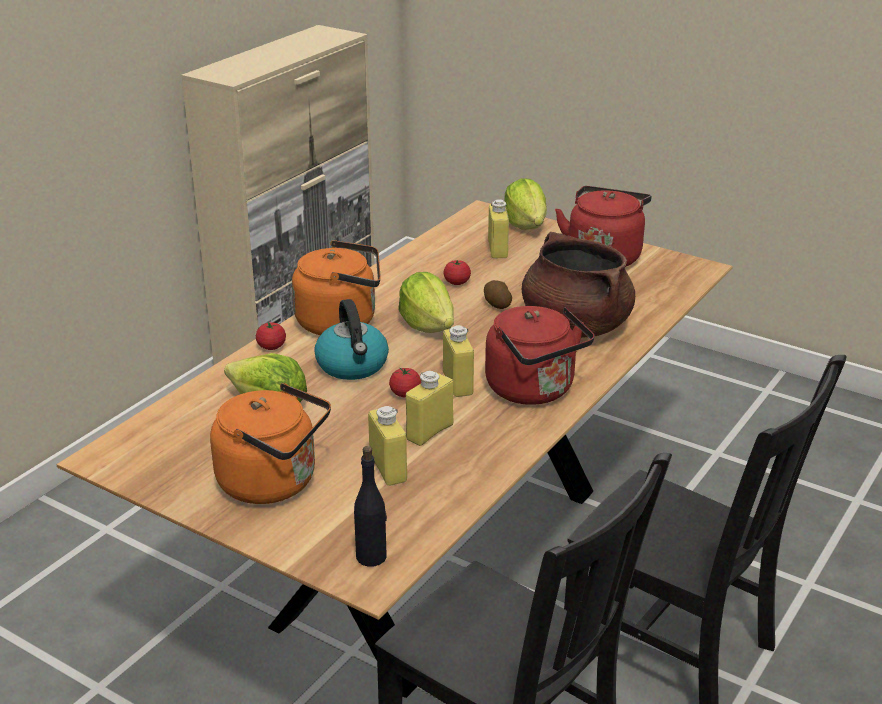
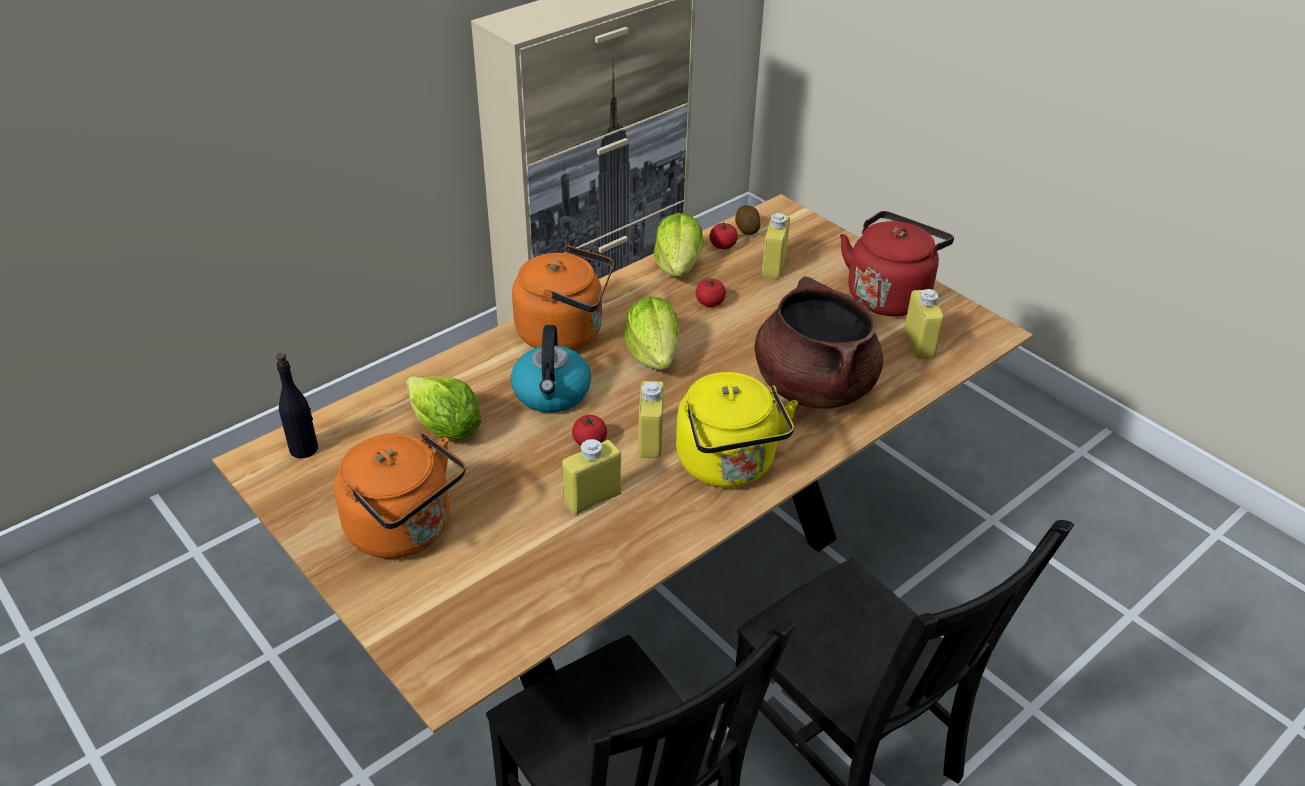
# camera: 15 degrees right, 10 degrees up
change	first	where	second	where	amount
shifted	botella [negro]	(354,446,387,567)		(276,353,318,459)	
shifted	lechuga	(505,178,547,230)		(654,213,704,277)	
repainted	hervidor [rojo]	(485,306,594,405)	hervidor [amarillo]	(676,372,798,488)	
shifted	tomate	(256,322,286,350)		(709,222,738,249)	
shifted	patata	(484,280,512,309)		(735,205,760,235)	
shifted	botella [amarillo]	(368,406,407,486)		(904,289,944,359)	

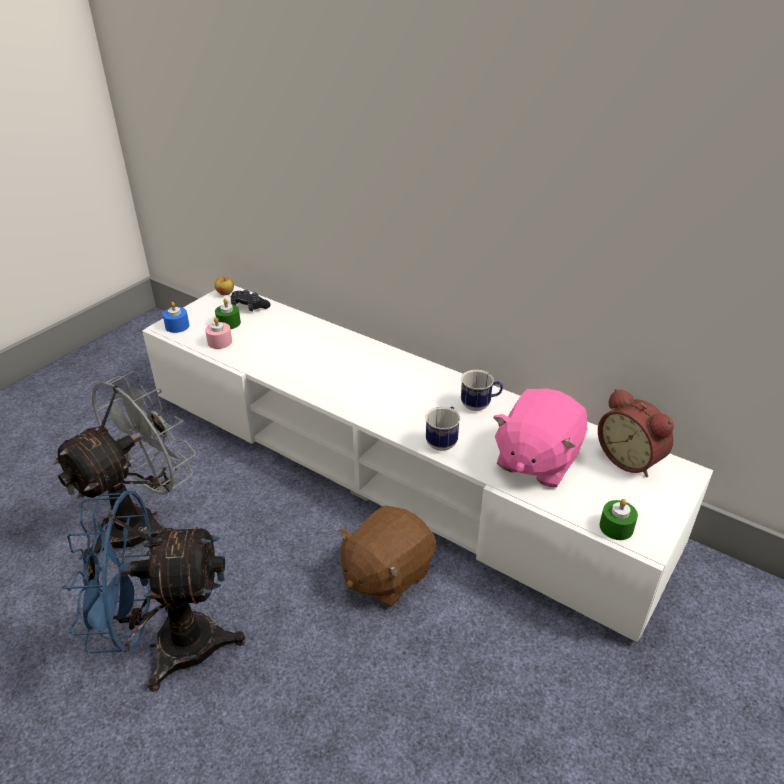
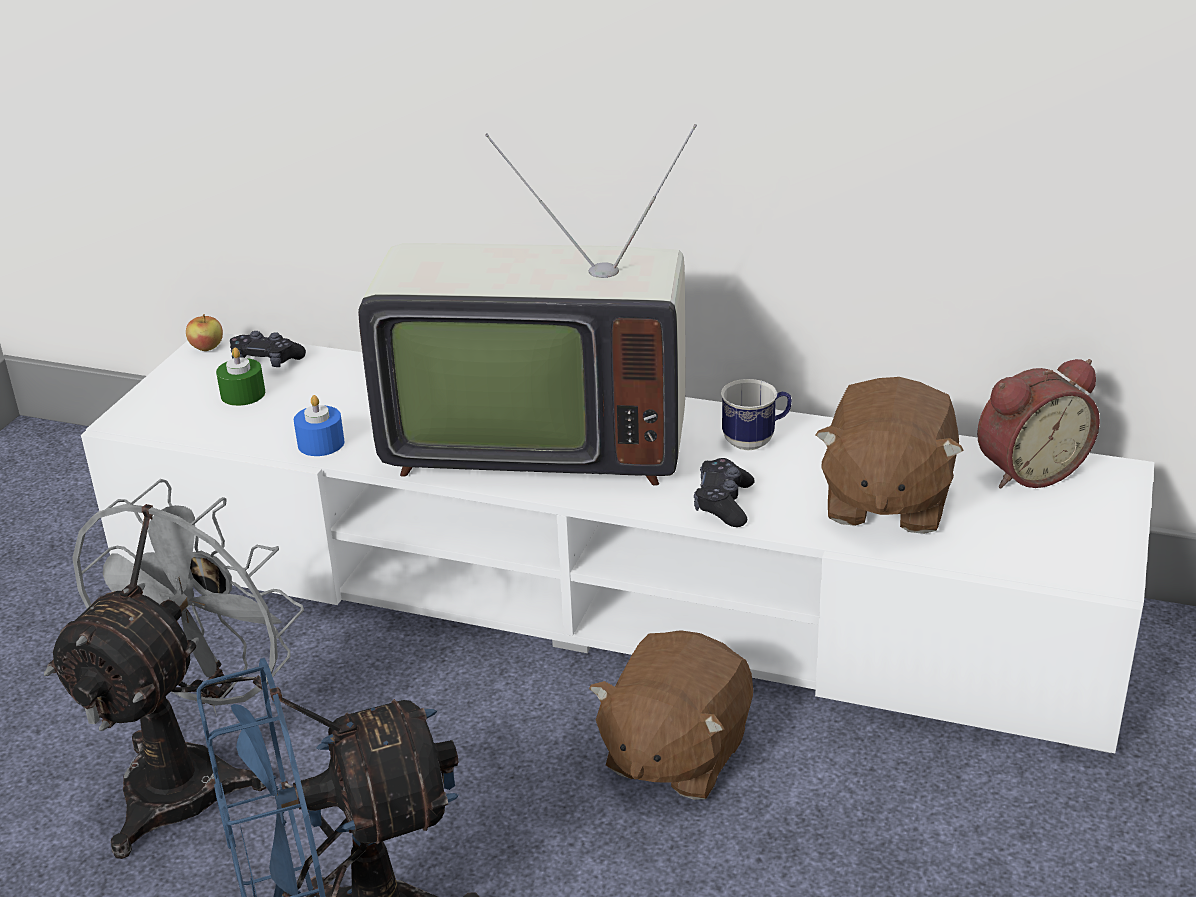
# camera: 15 degrees left, 5 degrees down
change	first	where	second	where	amount
shifted	vela [azul]	(162,302,189,333)		(294,395,345,456)	
new			televisor	(358,124,697,486)	
swapped	taza grande	(425,406,460,451)	mando de consola [negro]	(694,458,755,527)	
repainted	peluche [rosa]	(493,388,587,487)	peluche [marrón]	(815,377,964,534)	
rotated	despertador	(598,388,674,477)		(977,359,1100,488)	60 degrees counterclockwise
gone	vela [rosa]	(205,317,232,349)			
gone	vela [verde]	(599,499,638,540)			

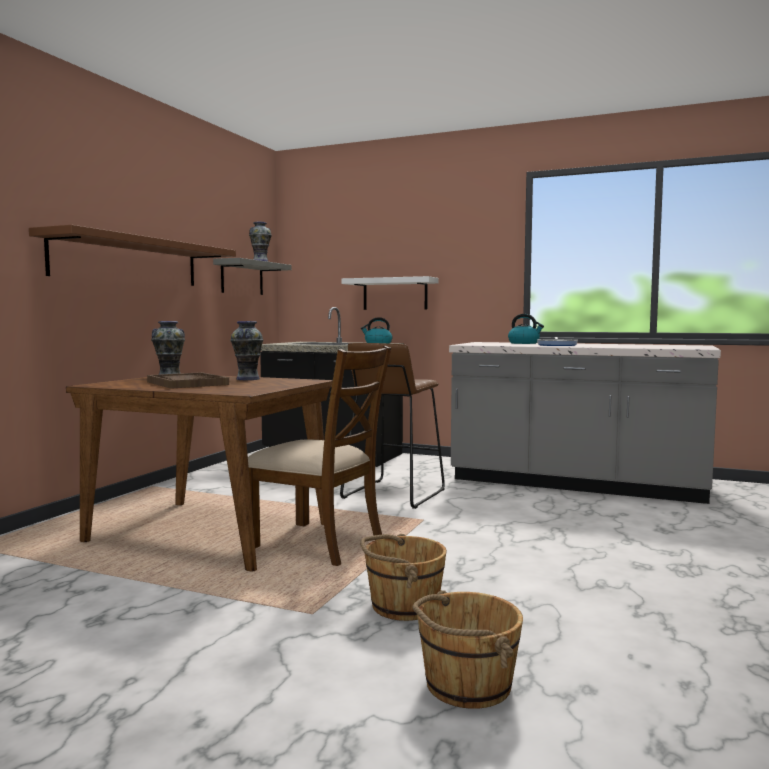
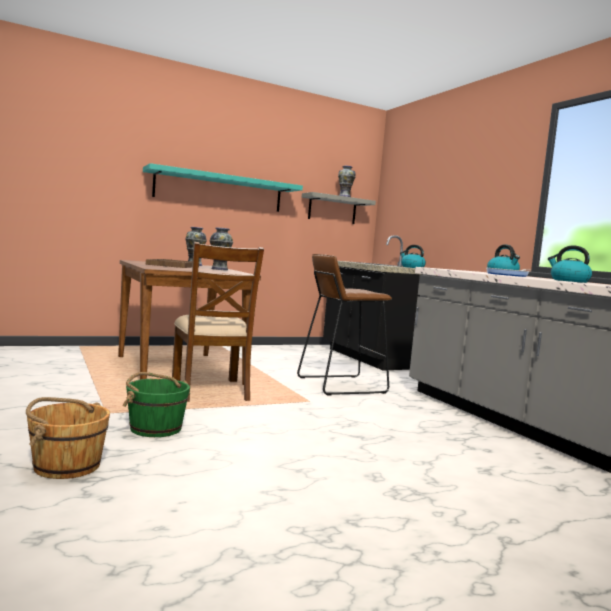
# camera: 40 degrees right, 0 degrees up
change	first	where	second	where	amount
repainted	cubo [marrón]	(360,534,447,621)	cubo [verde]	(123,372,190,437)	
repainted	estante [marrón]	(29,225,236,286)	estante [turquesa]	(143,163,303,212)	
new			hervidor	(548,246,592,283)	
gone	estante [blanco]	(341,276,439,310)			

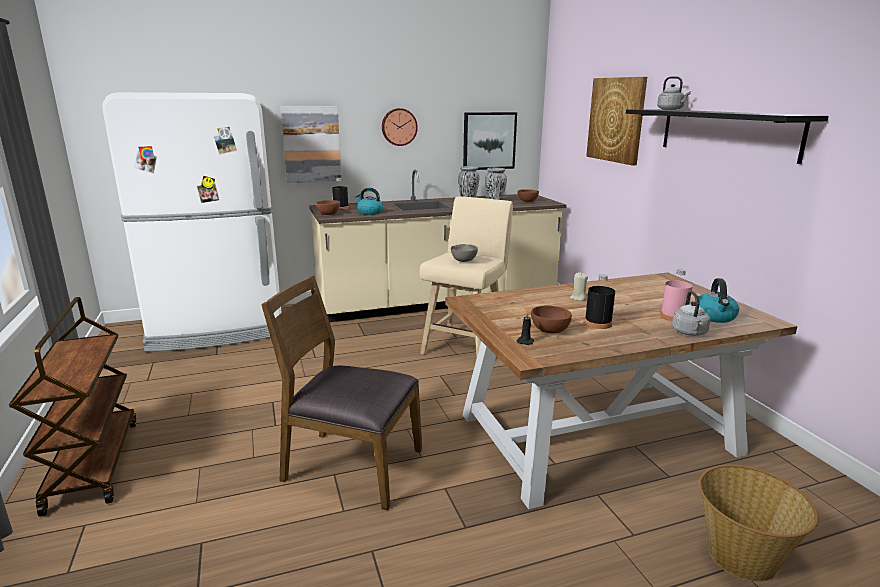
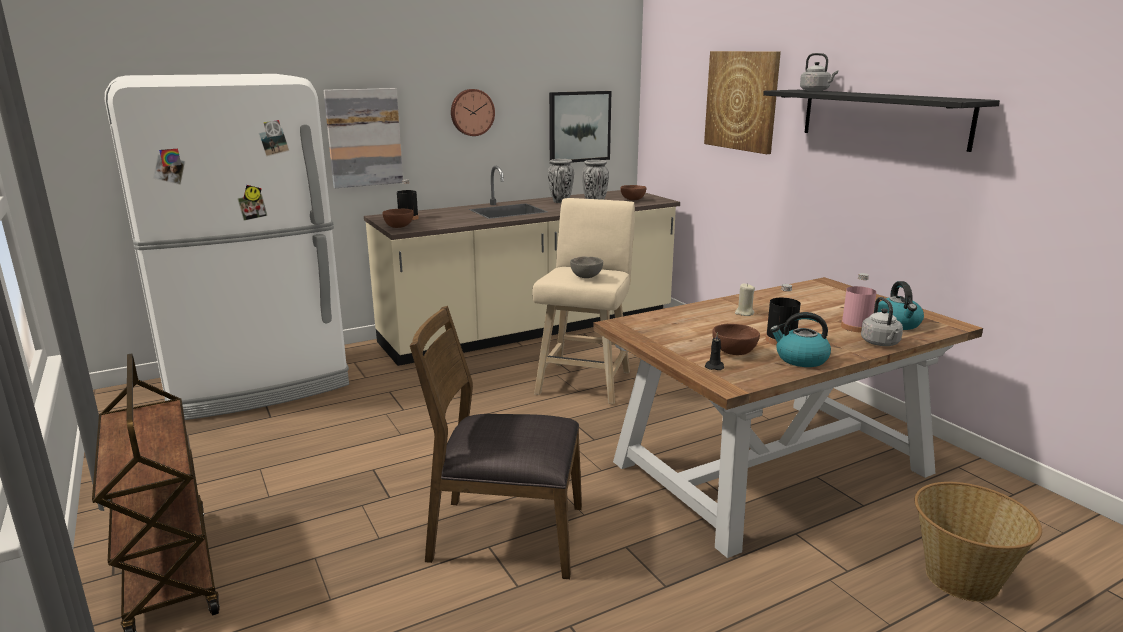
# camera: 10 degrees left, 0 degrees up
change	first	where	second	where	amount
shifted	hervidor	(355,188,383,215)		(770,312,831,367)	

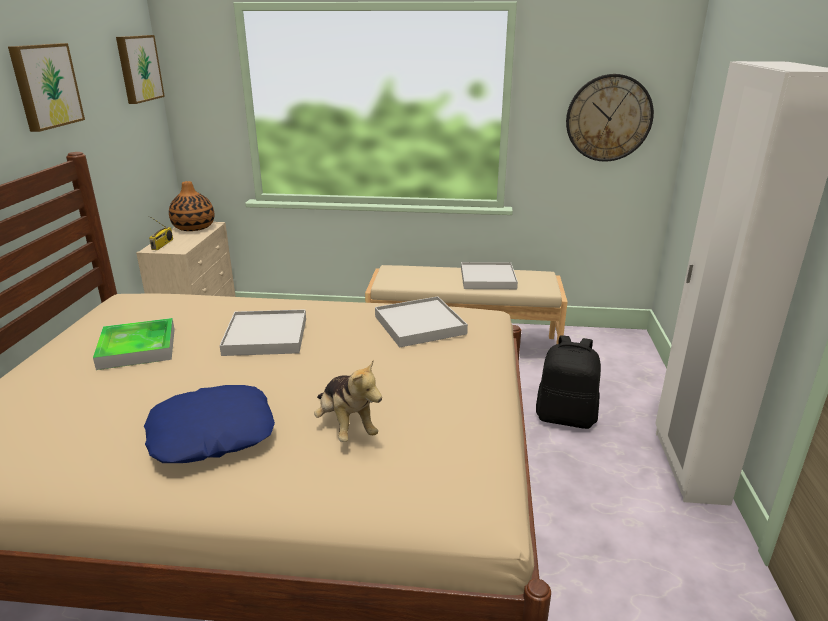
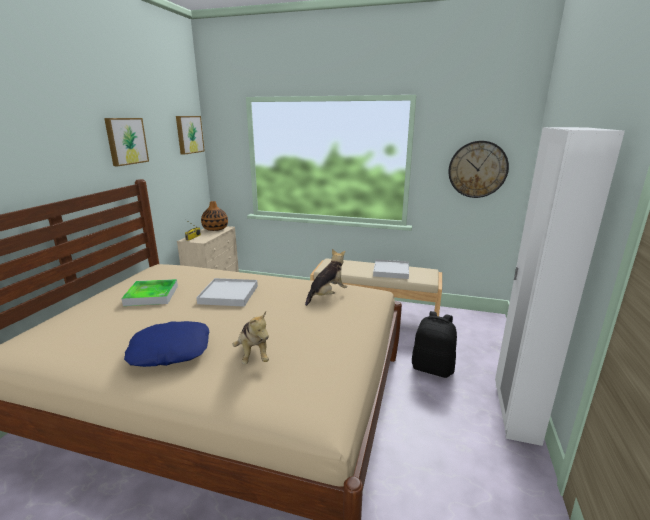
# camera: 10 degrees right, 5 degrees down
change	first	where	second	where	amount
swapped	bandeja [blanco]	(375,296,468,348)	peluche	(305,249,347,306)	

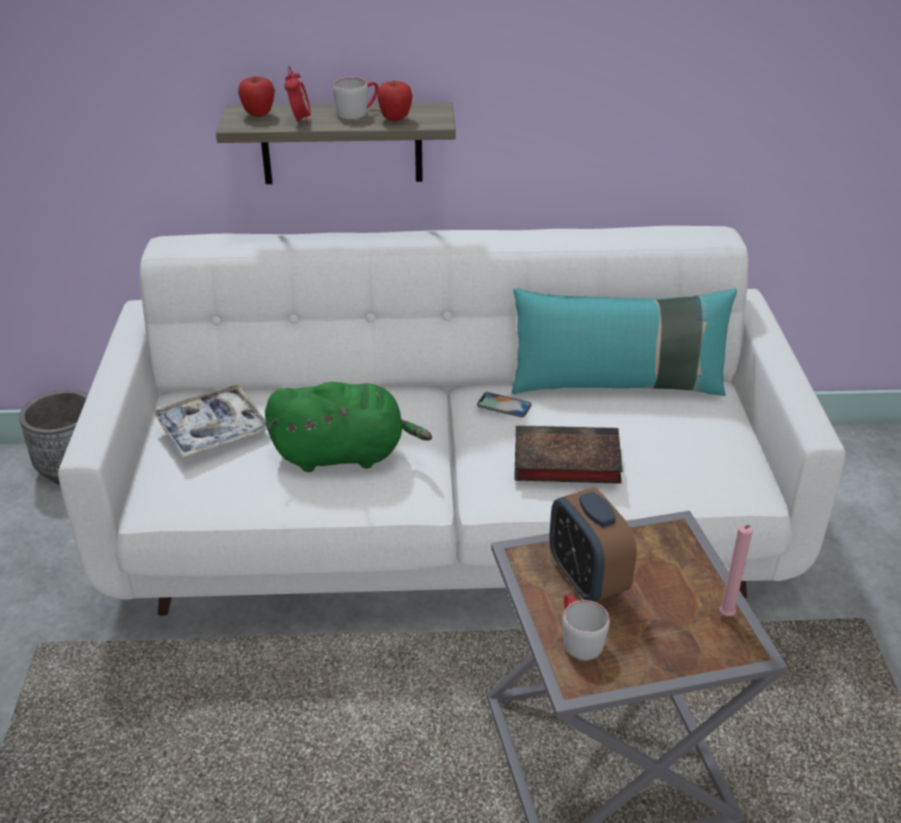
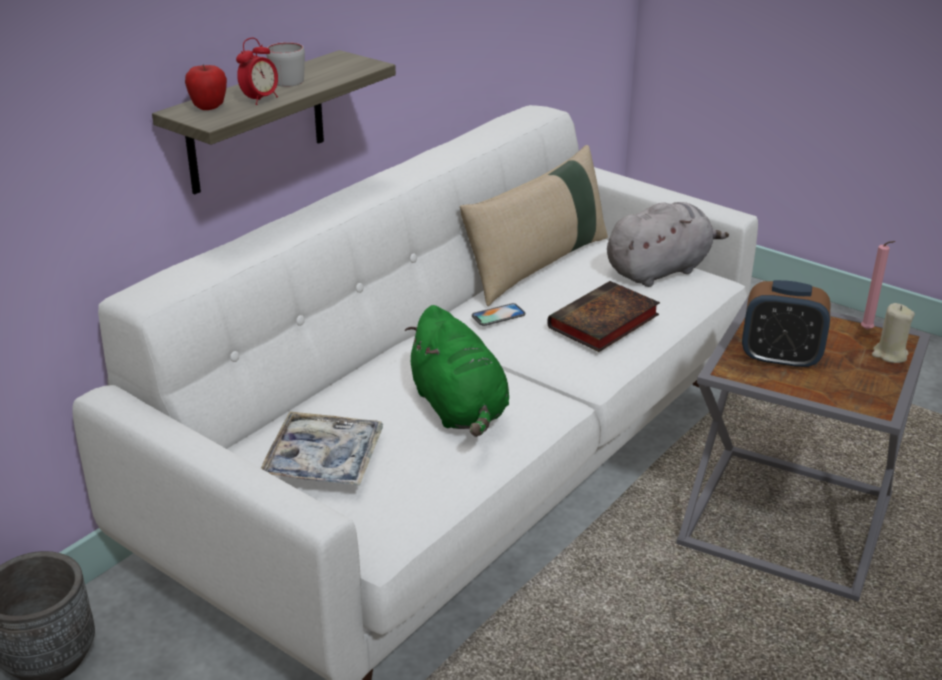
# camera: 50 degrees left, 5 degrees down
change	first	where	second	where	amount
rotated	despertador	(284,66,311,125)		(236,38,278,105)	90 degrees clockwise
rotated	peluche [verde]	(265,382,432,472)		(405,305,509,437)	120 degrees clockwise
repainted	cojín [turquesa]	(512,288,737,396)	cojín [beis]	(460,145,608,306)	
new			peluche [gris]	(607,202,729,287)	
new			vela [beis]	(872,303,915,363)	
gone	manzana	(377,81,413,121)			
gone	taza grande [gris]	(563,594,610,660)			

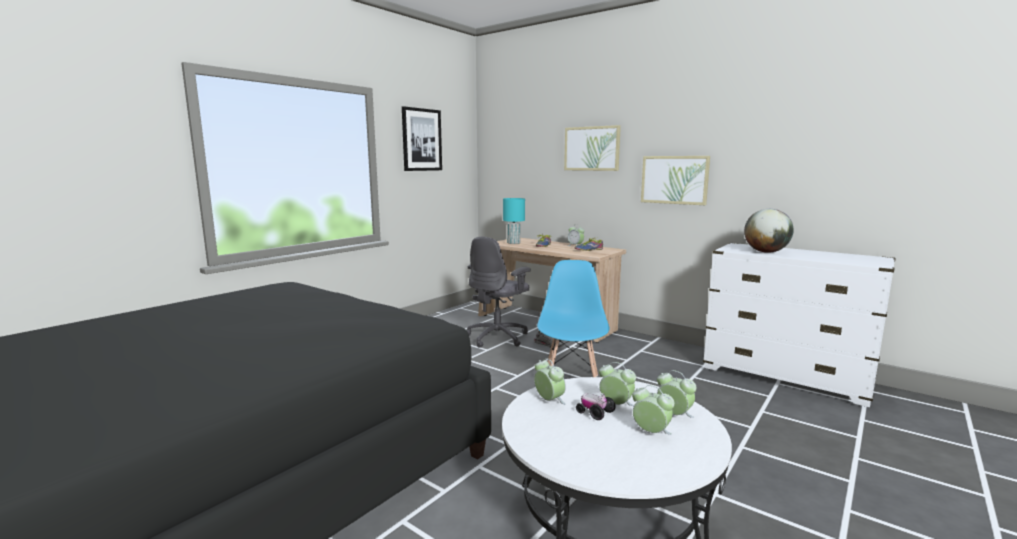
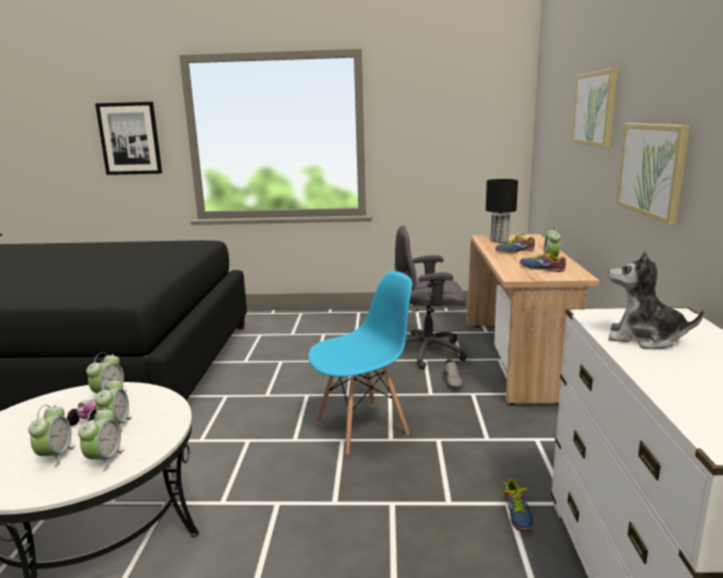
# camera: 55 degrees right, 5 degrees up
change	first	where	second	where	amount
shifted	cuadro	(402,106,442,171)		(95,102,162,175)	
repainted	lámpara de mesa [turquesa]	(503,198,525,244)	lámpara de mesa [negro]	(486,179,518,243)	
new			zapato	(498,479,534,532)	
swapped	globo terráqueo	(744,209,794,253)	peluche	(608,251,704,349)	

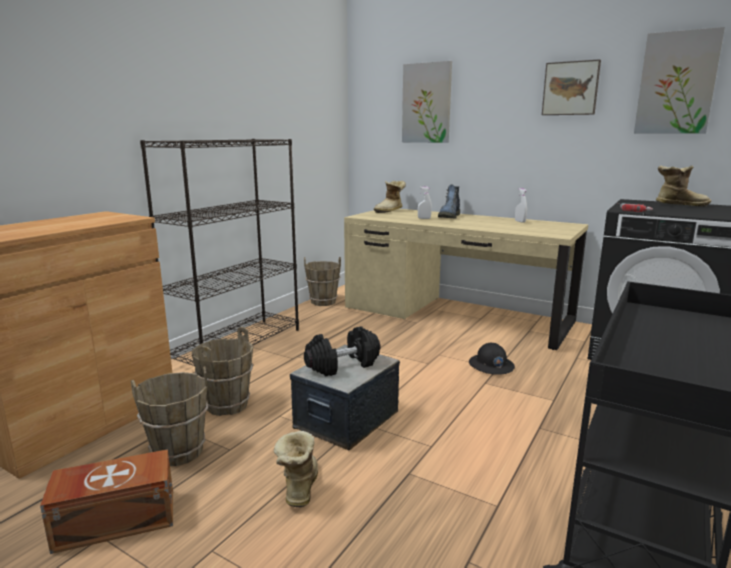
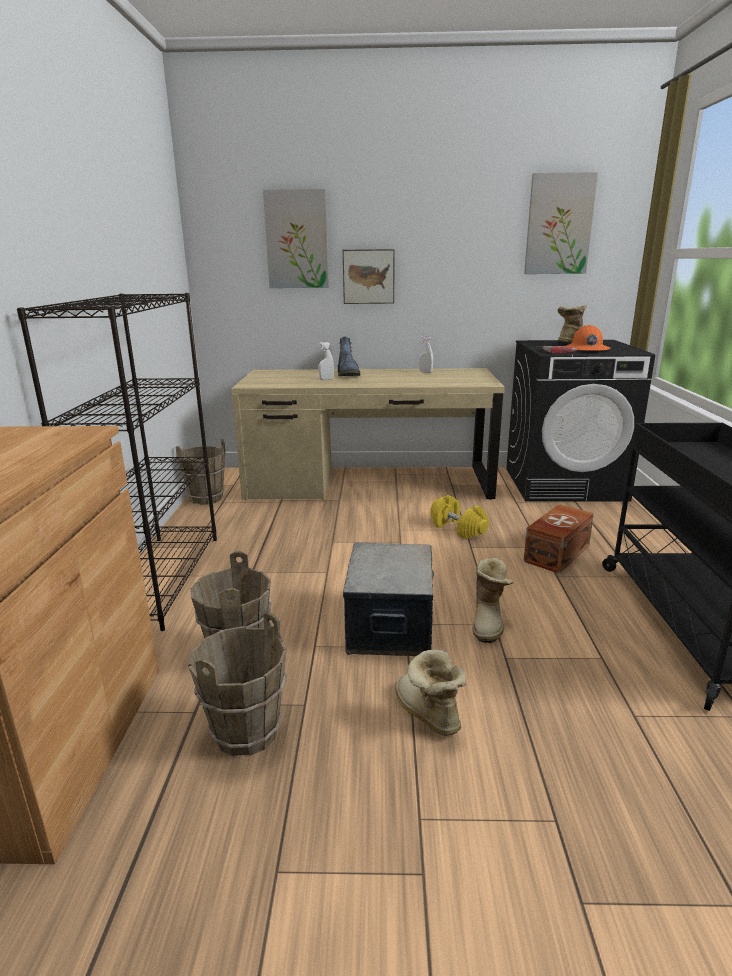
# camera: 30 degrees left, 5 degrees up
change	first	where	second	where	amount
shifted	cuadro	(542,59,601,115)		(343,249,395,304)	
swapped	casco [negro]	(469,343,515,375)	mancuerna [amarillo]	(430,495,489,539)	
shifted	bota	(374,181,406,213)		(473,558,513,643)	
shifted	caja de almacenaje [marrón]	(40,449,173,554)		(523,504,594,574)	
new			casco [naranja]	(566,325,610,351)	
gone	mancuerna [negro]	(304,326,380,377)			

